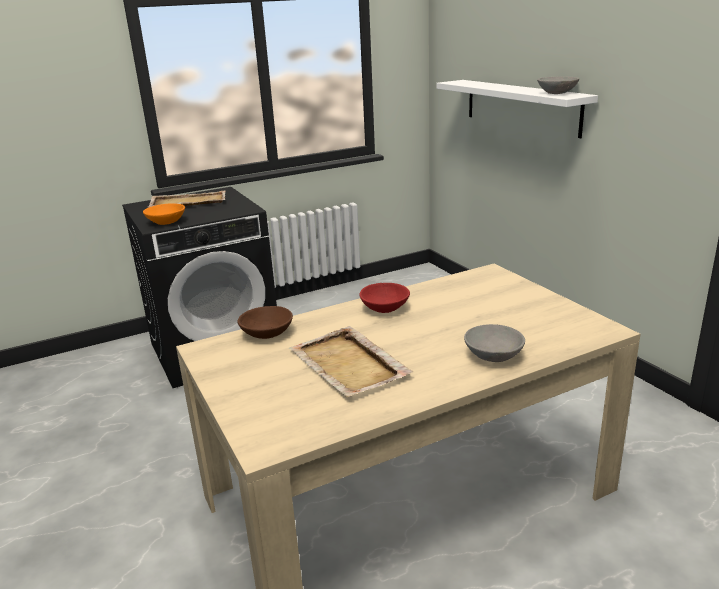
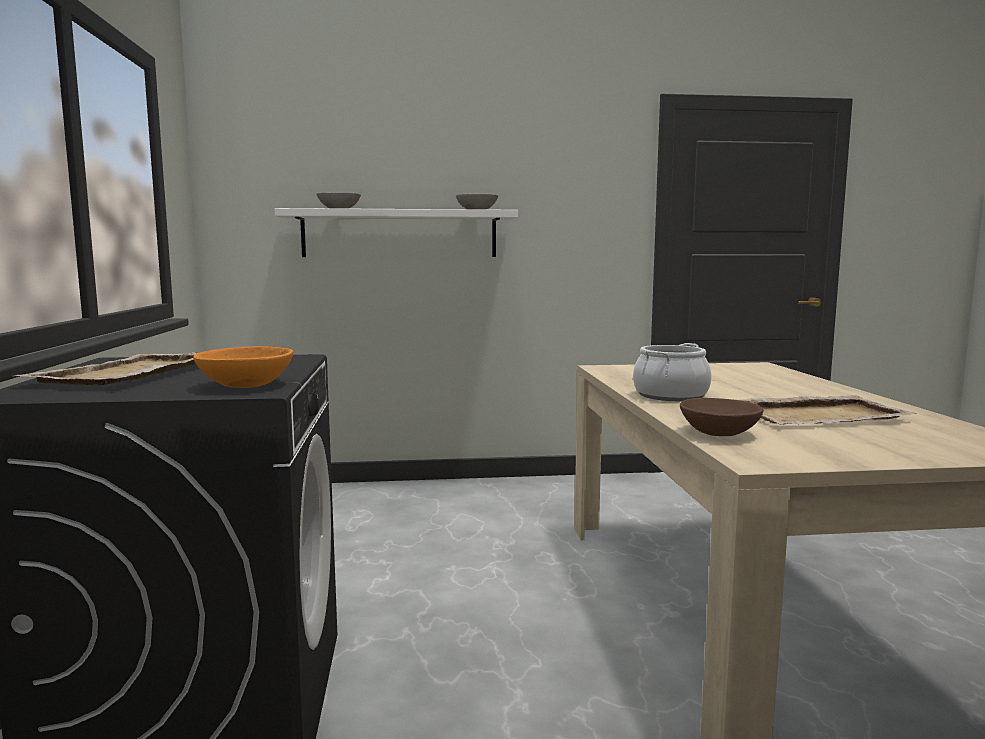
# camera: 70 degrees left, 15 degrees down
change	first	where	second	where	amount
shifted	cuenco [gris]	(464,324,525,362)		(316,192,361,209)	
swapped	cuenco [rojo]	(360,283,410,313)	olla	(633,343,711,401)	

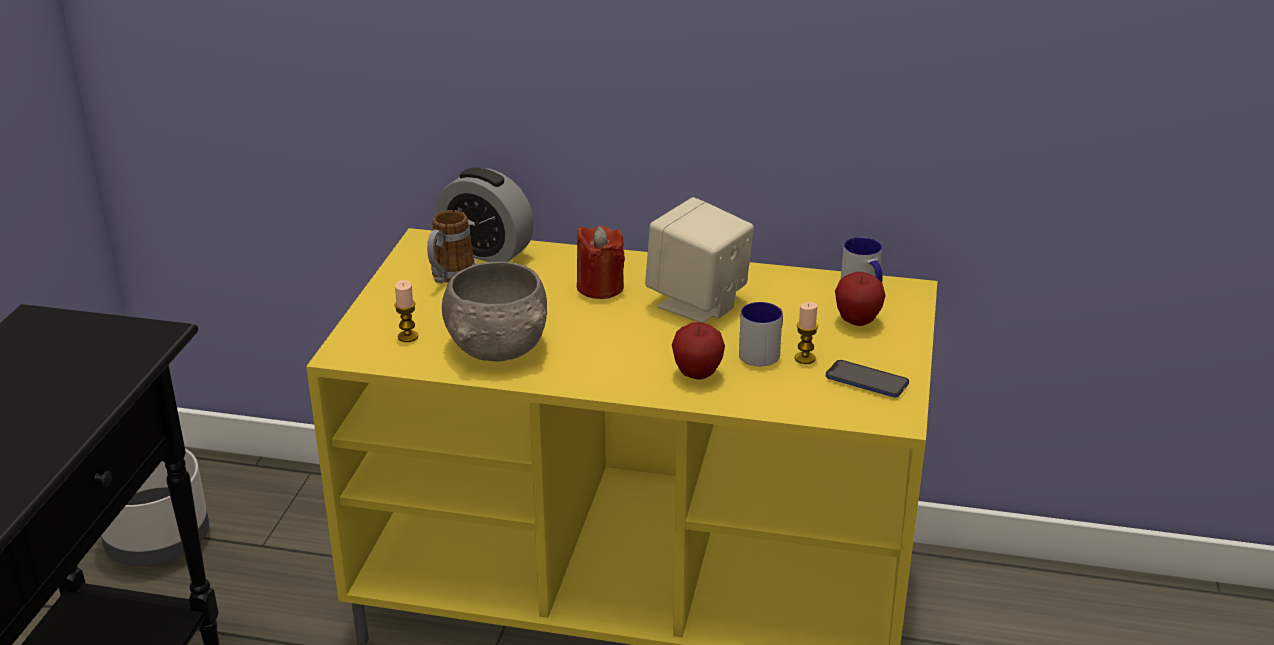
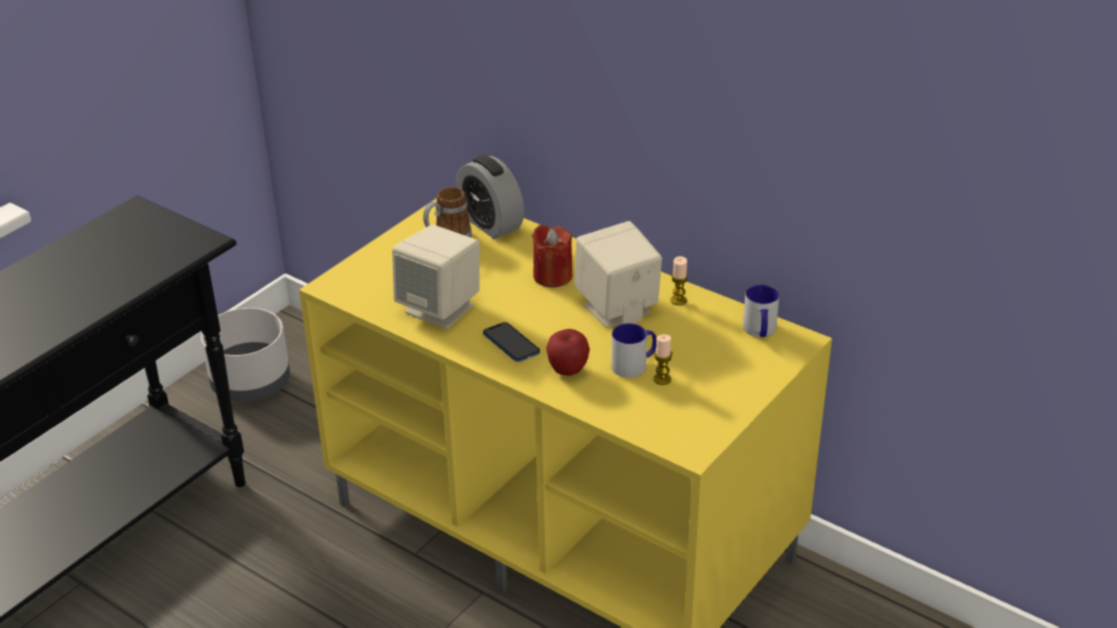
# camera: 25 degrees right, 5 degrees up
change	first	where	second	where	amount
swapped	cuenco [gris]	(442,262,547,361)	altavoz [beis]	(392,224,480,329)	
shifted	móvil	(826,360,909,397)		(483,322,540,362)	
shifted	vela	(394,280,418,342)		(670,256,688,305)	
gone	manzana	(835,272,886,326)			

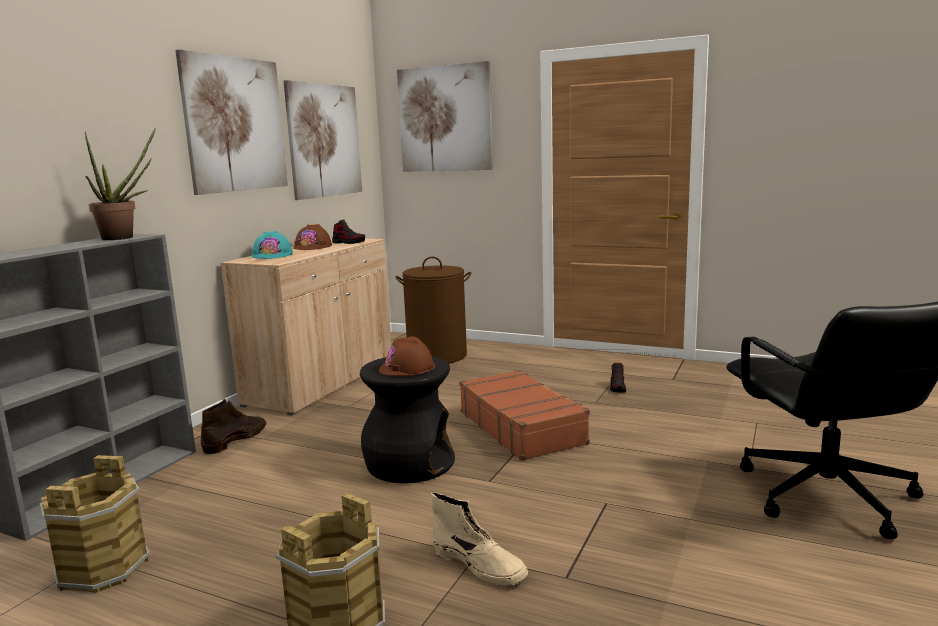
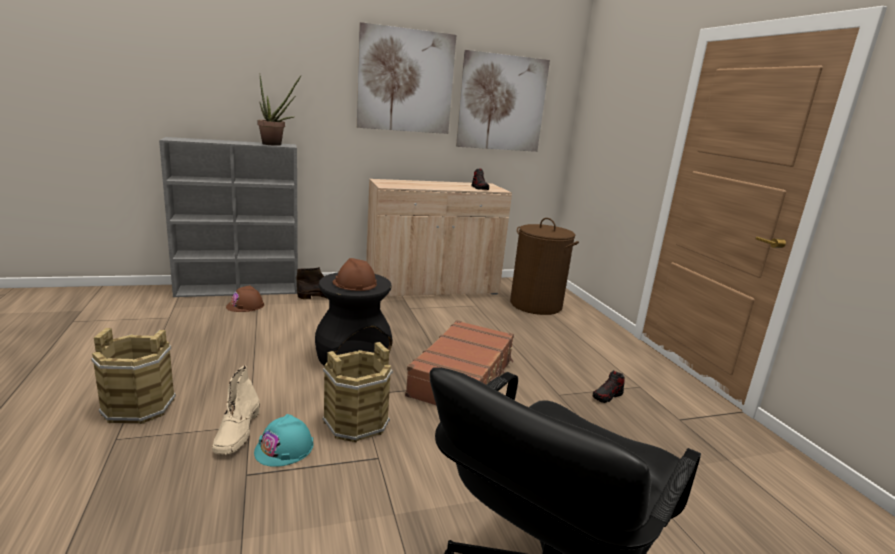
# camera: 45 degrees right, 5 degrees up
change	first	where	second	where	amount
shifted	casco [marrón]	(293,224,332,250)		(226,285,264,312)	
shifted	casco [turquesa]	(251,231,293,259)		(254,414,313,467)	
shifted	cubo [marrón]	(40,455,150,593)		(323,342,393,442)	
gone	cuadro	(397,61,493,172)			

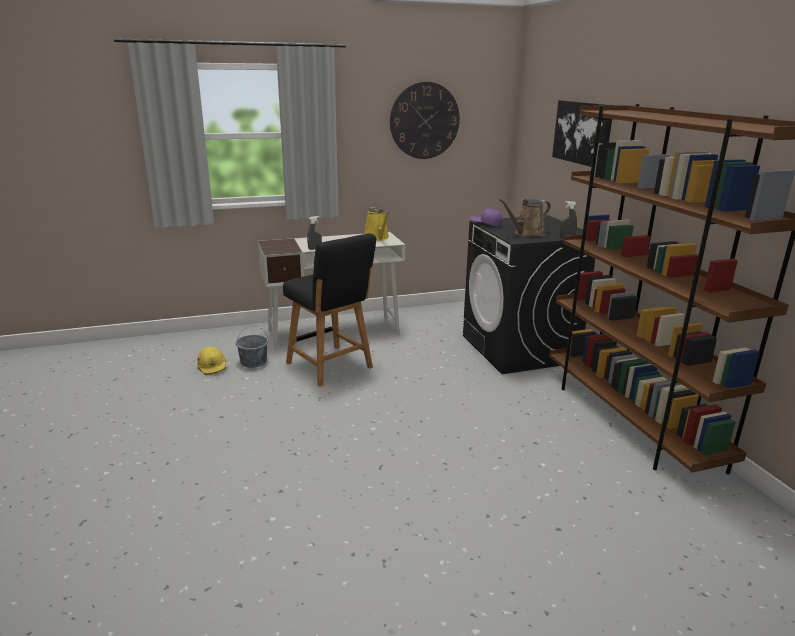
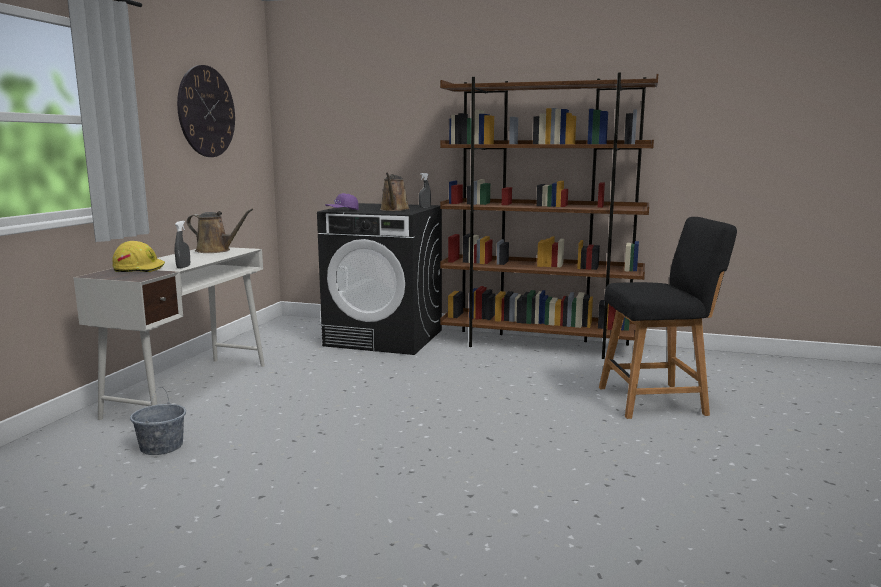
# camera: 55 degrees left, 10 degrees down
change	first	where	second	where	amount
shifted	casco [amarillo]	(197,346,228,375)		(112,241,165,272)	
repainted	regadera [amarillo]	(364,207,389,241)	regadera [marrón]	(187,209,253,253)	
shifted	silla [negro]	(283,233,376,387)		(599,217,737,419)	
gone	cuadro	(552,100,612,167)			

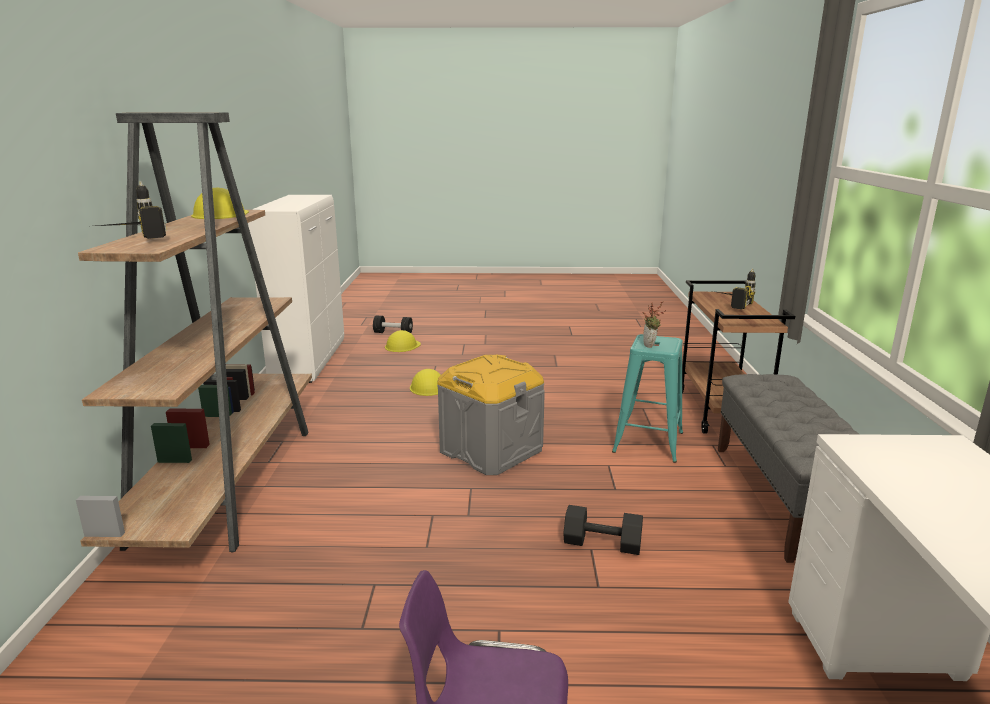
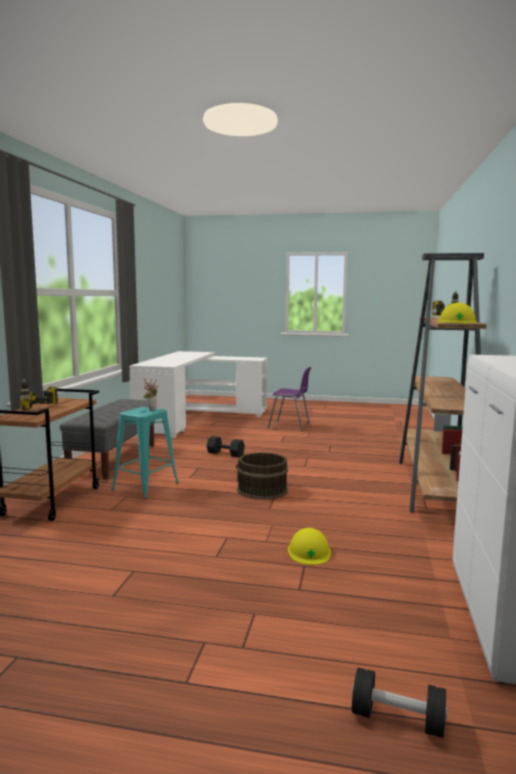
# camera: 170 degrees left, 10 degrees down
change	first	where	second	where	amount
swapped	caja de almacenaje [gris]	(437,354,545,475)	cubo [marrón]	(236,452,288,500)	
gone	casco [amarillo]	(385,330,421,352)			

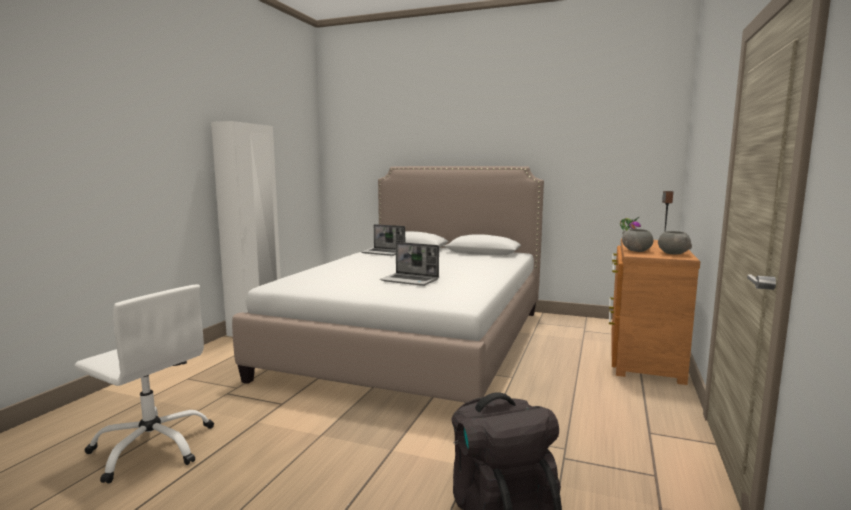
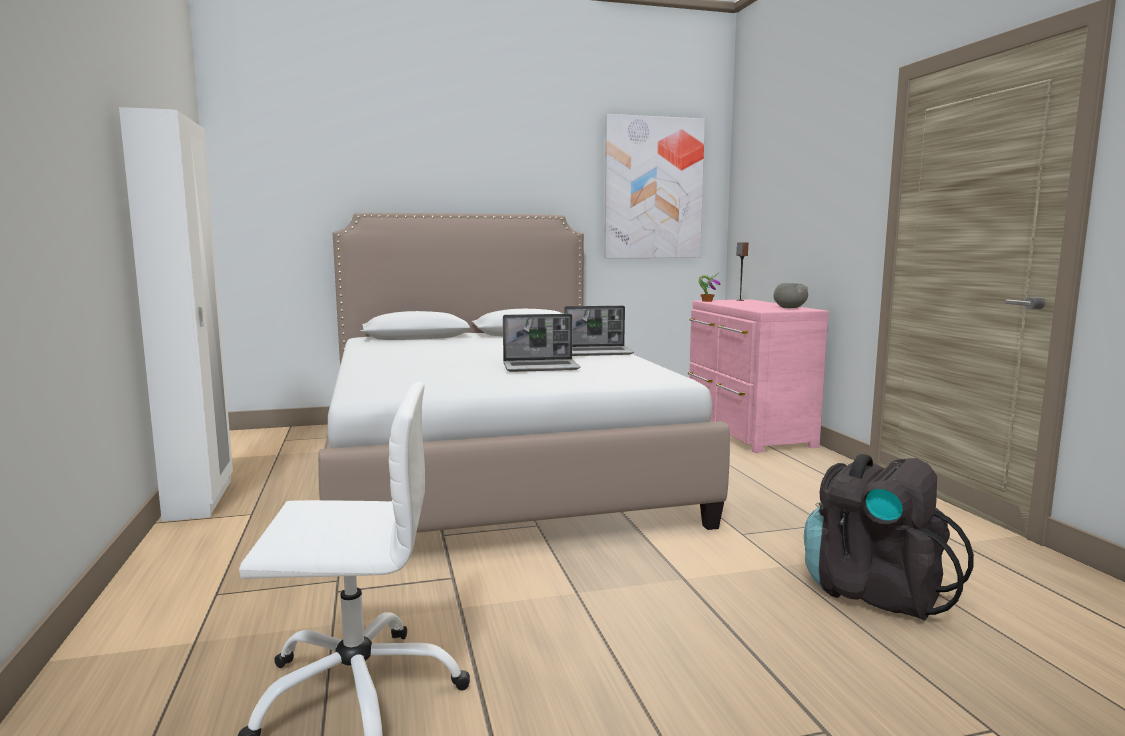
# camera: 35 degrees left, 0 degrees up
change	first	where	second	where	amount
shifted	portátil	(360,224,405,256)		(564,306,634,356)	
new			cuadro	(604,114,705,258)	
repainted	cómoda [marrón]	(609,239,700,385)	cómoda [rosa]	(688,299,829,453)	
gone	cuenco [gris]	(622,229,653,252)			

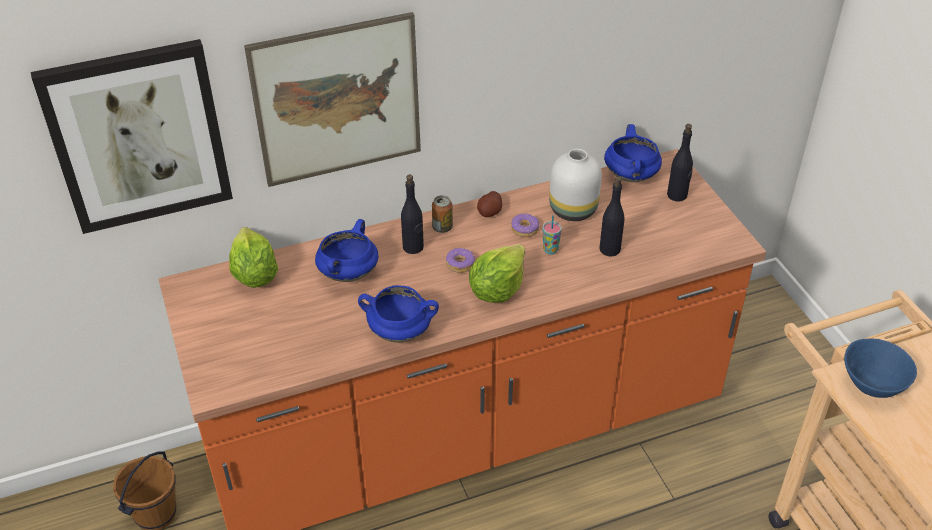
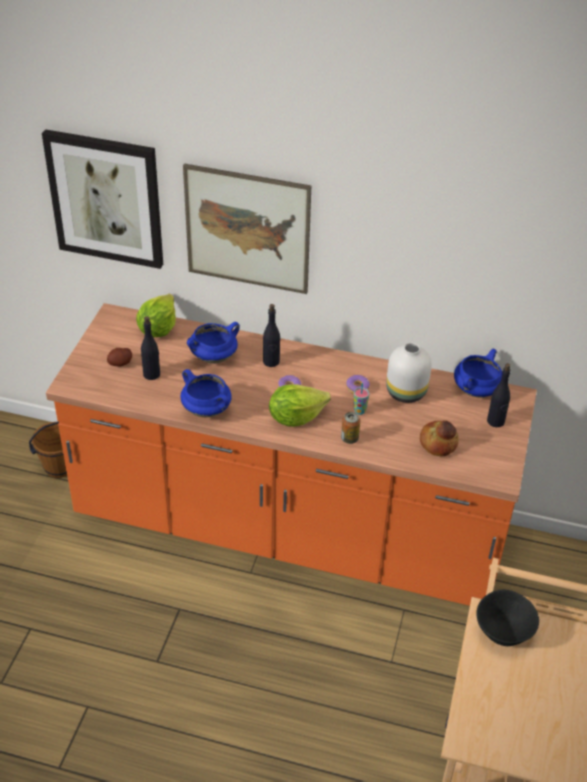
# camera: 35 degrees right, 0 degrees up
change	first	where	second	where	amount
shifted	patata	(477,191,502,217)		(107,348,132,367)	
shifted	botella [negro]	(599,177,625,256)		(141,316,160,380)	
shifted	lata	(432,195,453,233)		(341,412,360,444)	
new			pan	(420,420,459,456)	
repainted	cuenco [azul]	(844,338,917,398)	cuenco [negro]	(476,589,539,646)	

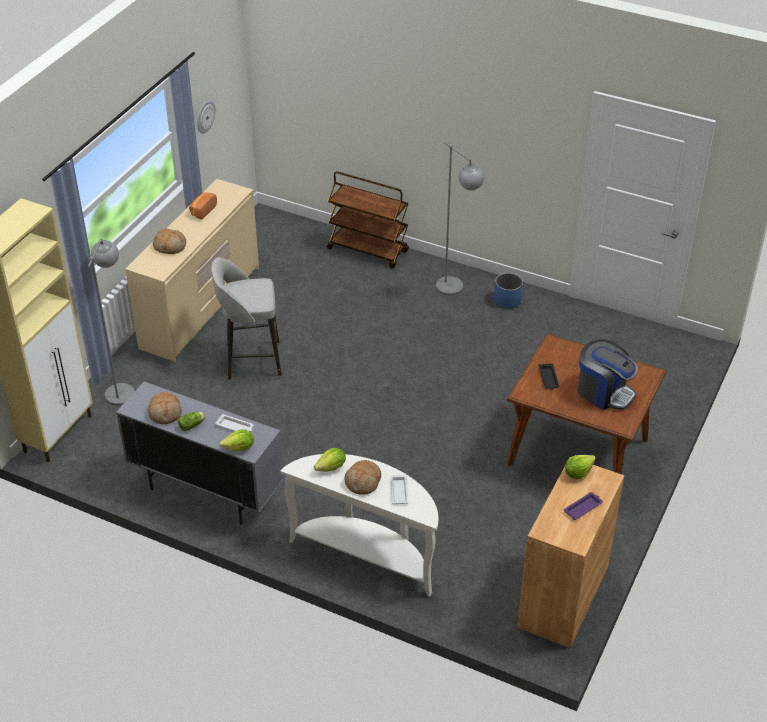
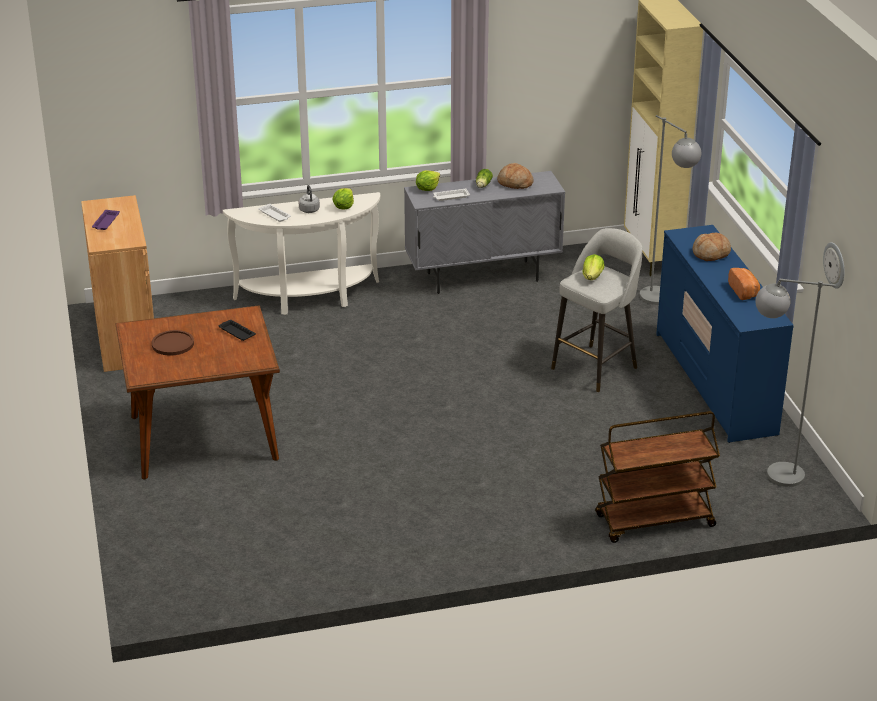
# camera: 140 degrees right, 10 degrees down
change	first	where	second	where	amount
swapped	cafetera	(578,339,638,410)	plato [marrón]	(152,330,194,356)	
swapped	pan	(344,460,381,494)	hervidor [gris]	(298,185,320,213)	
shifted	lechuga	(565,455,596,479)		(582,254,605,280)	
repainted	cómoda [beis]	(125,179,259,362)	cómoda [azul]	(656,225,794,443)	
shifted	lámpara de pie [gris]	(436,142,484,296)		(755,279,835,487)	
gone	maceta [azul]	(494,273,523,309)			

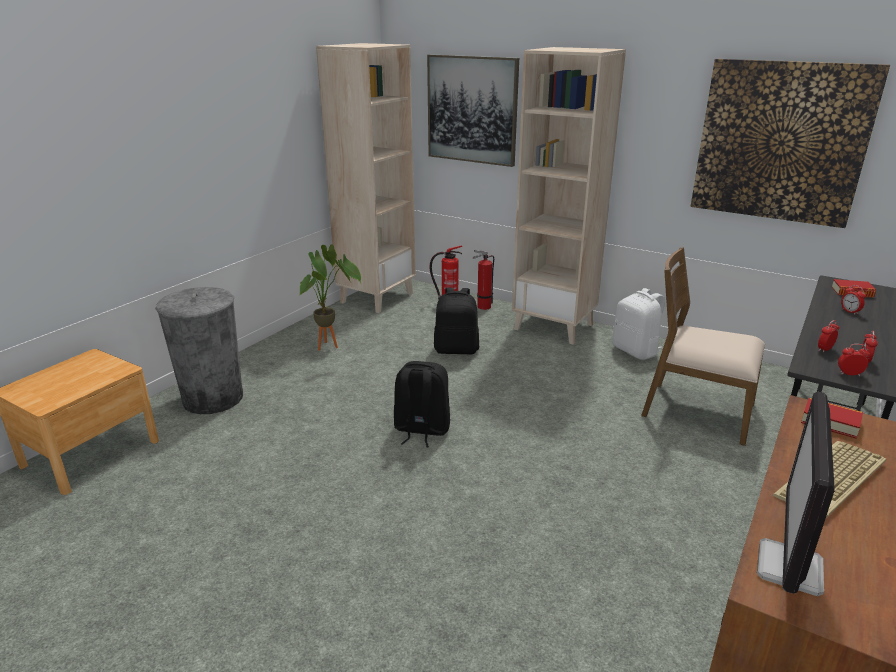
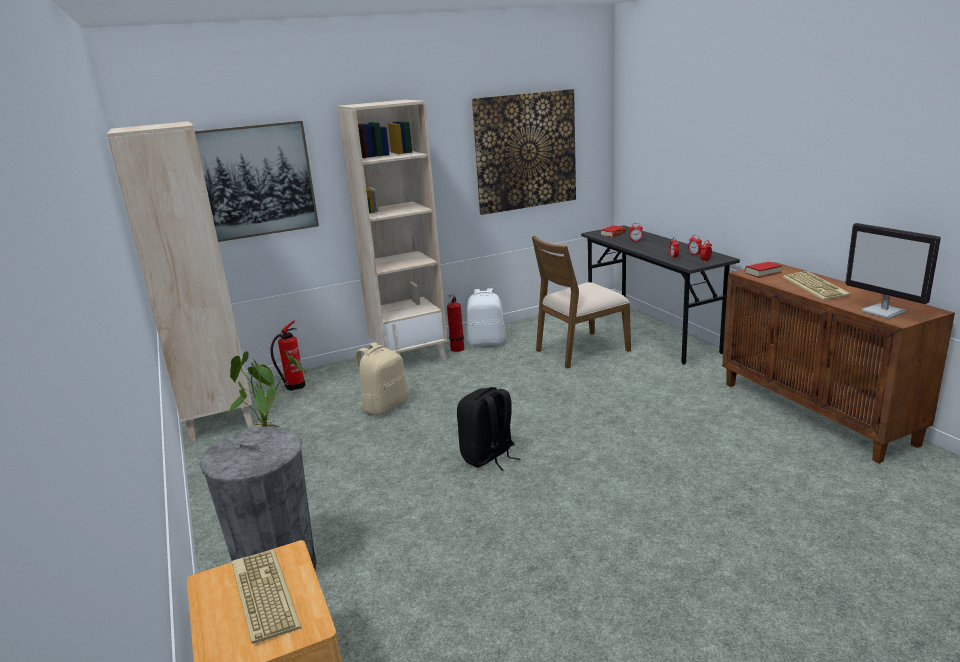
# camera: 55 degrees left, 5 degrees down
change	first	where	second	where	amount
new			teclado	(232,550,302,644)	
repainted	mochila [negro]	(434,288,479,354)	mochila [beis]	(355,342,407,416)	
shifted	extintor	(472,250,494,310)		(447,294,464,352)	

